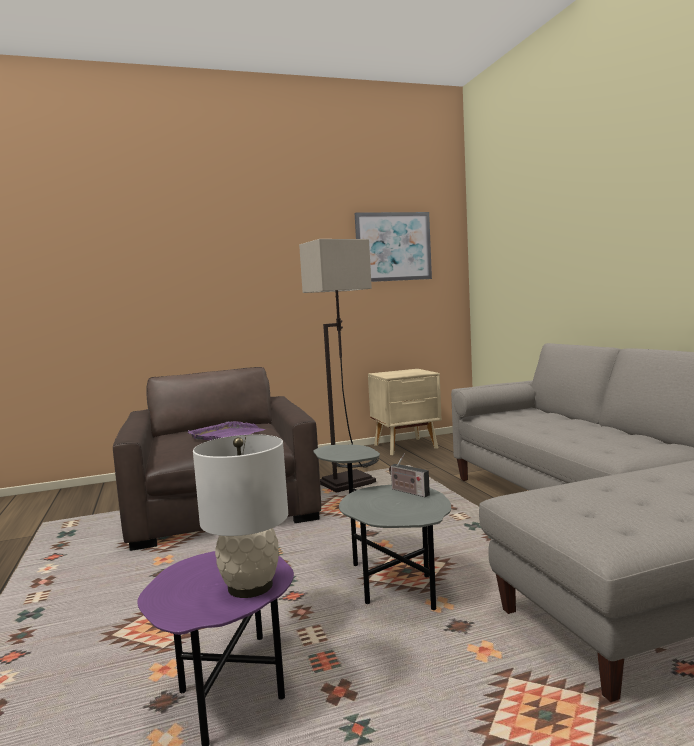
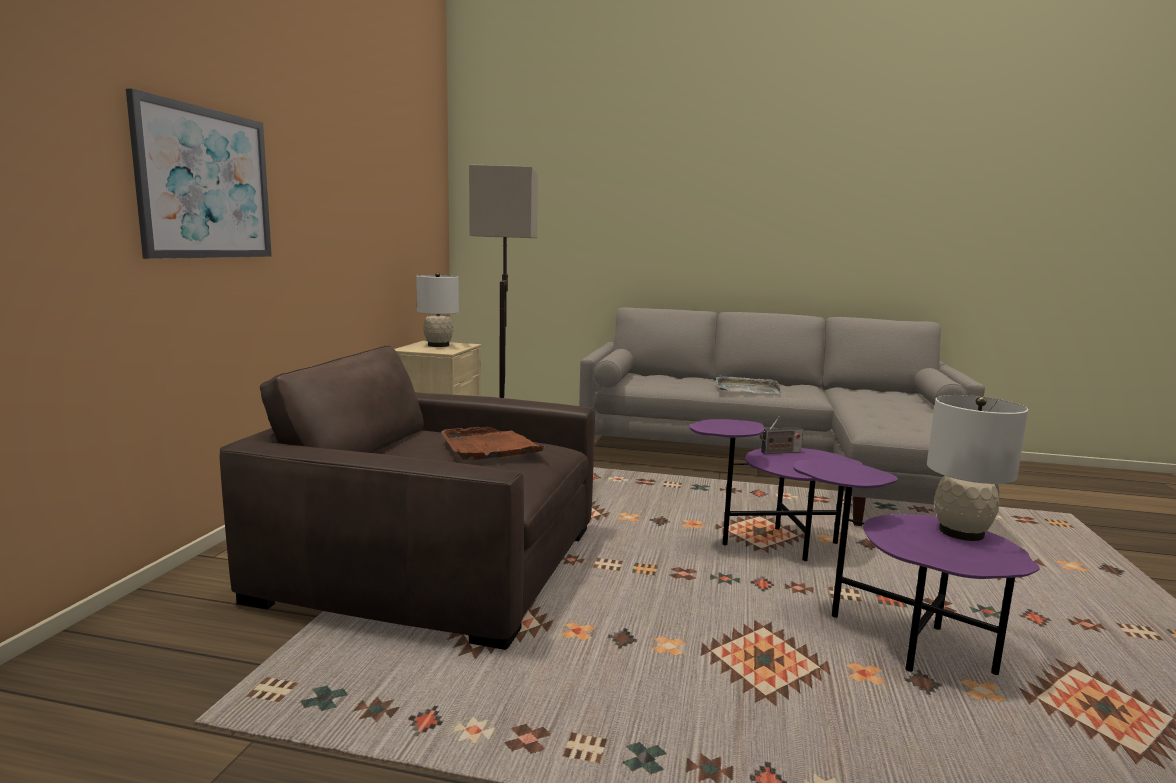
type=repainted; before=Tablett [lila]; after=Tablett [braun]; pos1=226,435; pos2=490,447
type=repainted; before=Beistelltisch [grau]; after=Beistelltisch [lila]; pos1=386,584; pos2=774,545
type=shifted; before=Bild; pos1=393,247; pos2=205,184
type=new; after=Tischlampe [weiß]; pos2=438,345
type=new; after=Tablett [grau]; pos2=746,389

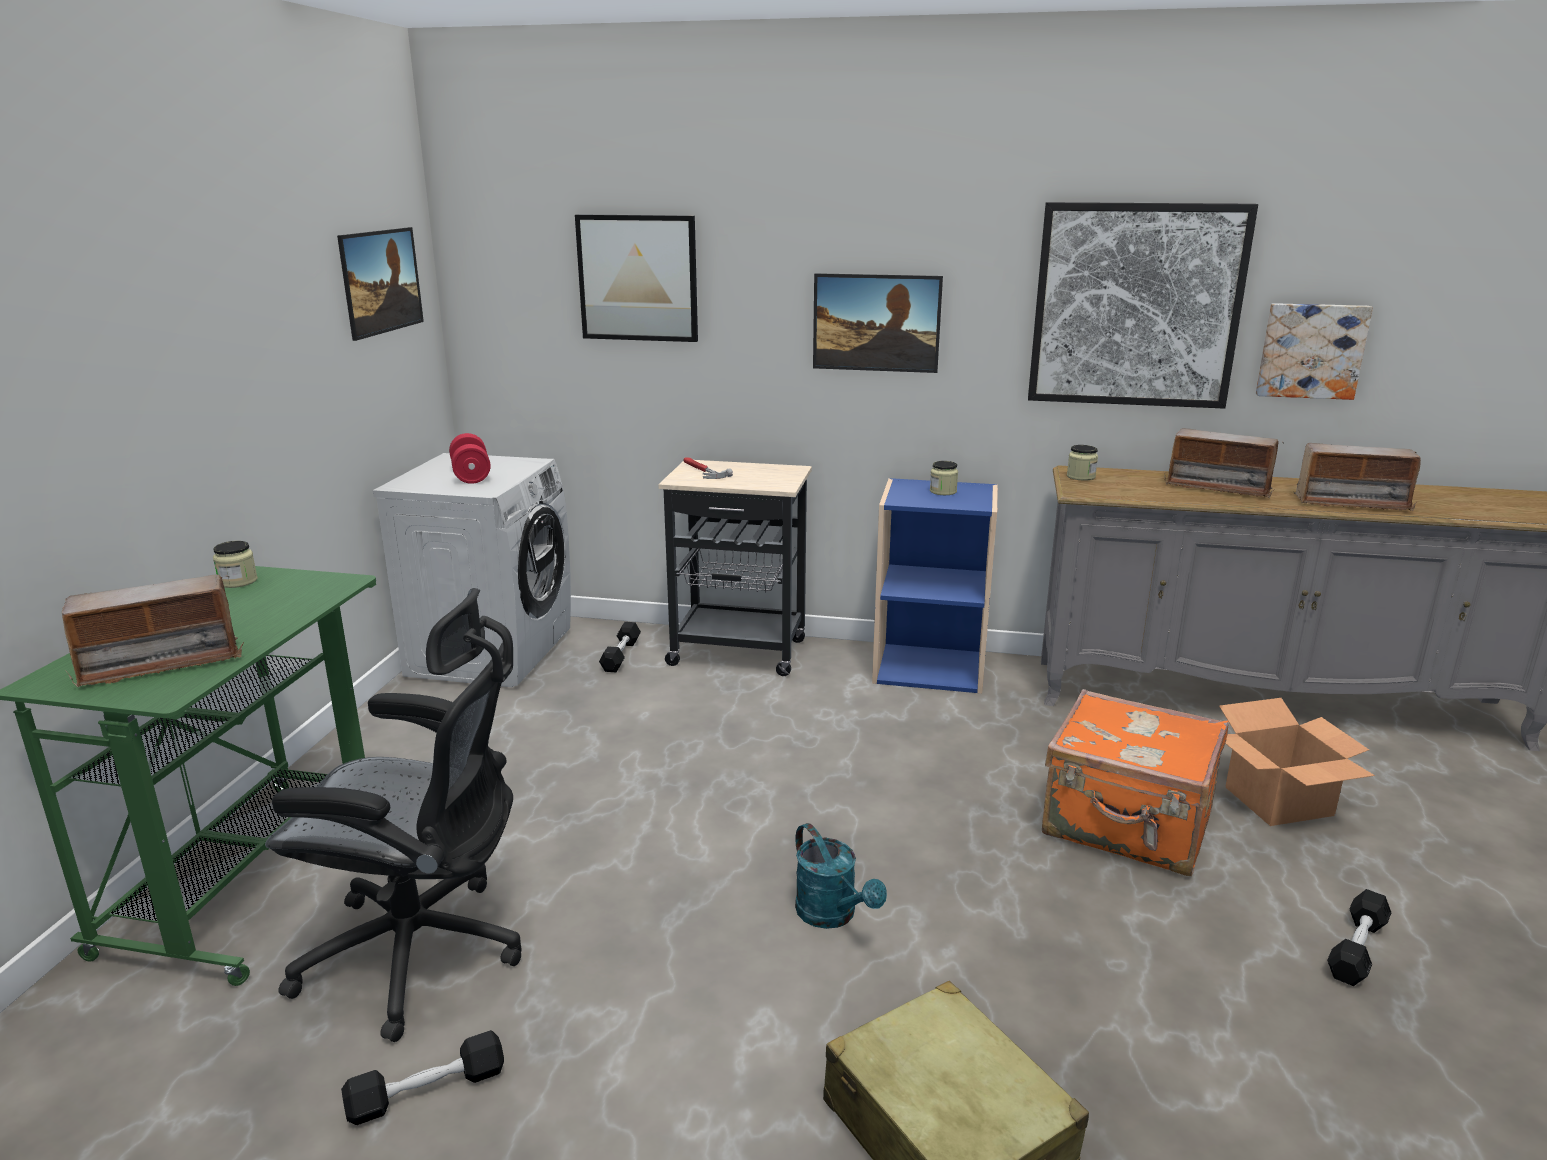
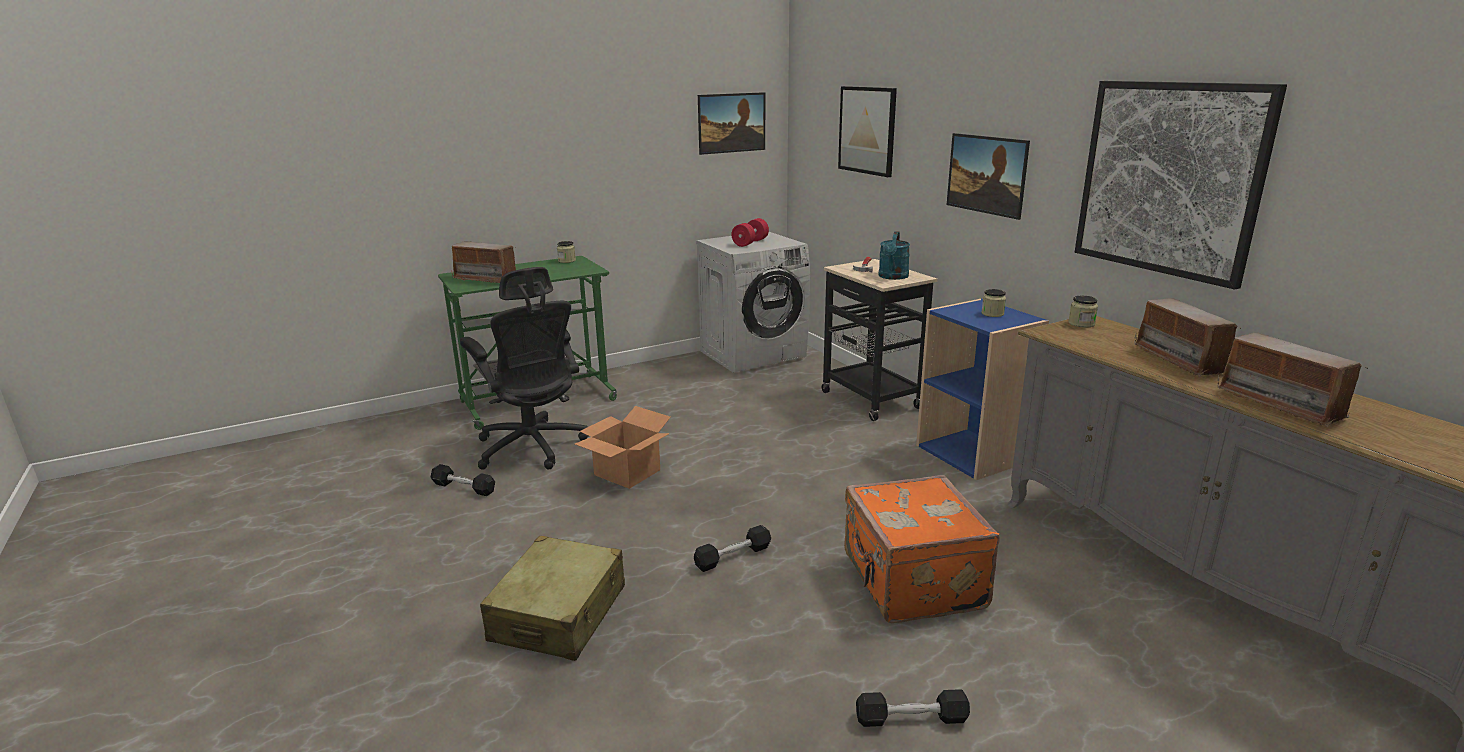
type=shifted; before=Hantel [schwarz]; pos1=621,655; pos2=733,556
type=shifted; before=Gießkanne [türkis]; pos1=833,915; pos2=892,277
type=shifted; before=Karton; pos1=1279,800; pos2=628,472
type=gone; before=Bild; pos1=1311,350

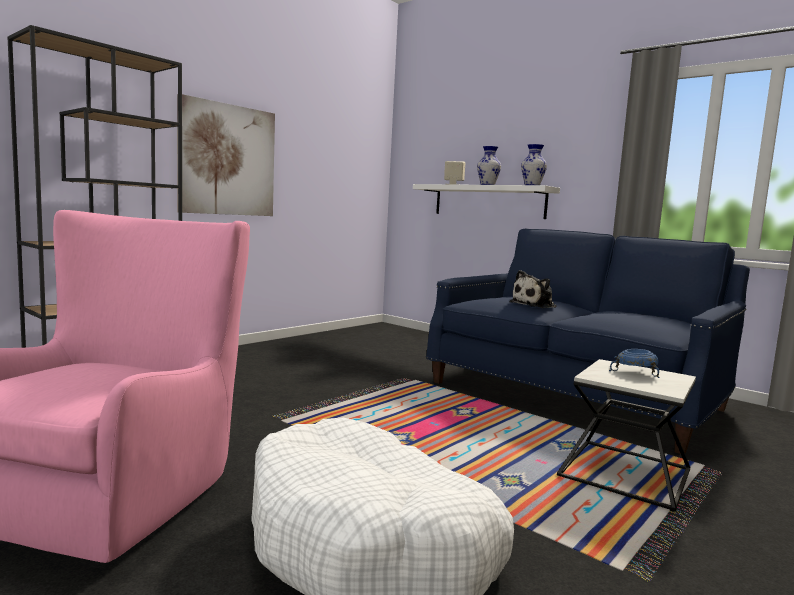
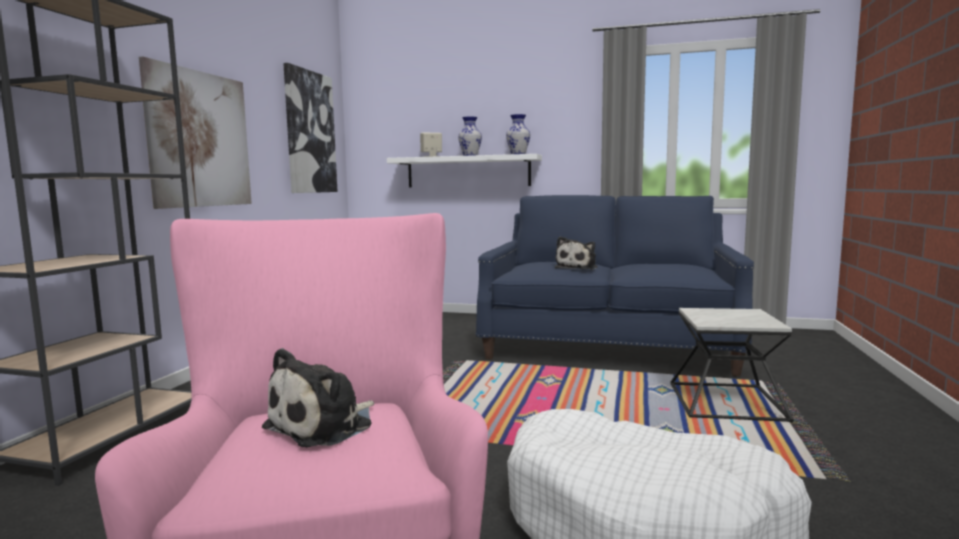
type=gone; before=Schüssel [blau]; pos1=636,373
type=new; after=Plüschtier; pos2=324,426
type=new; after=Bild; pos2=310,132

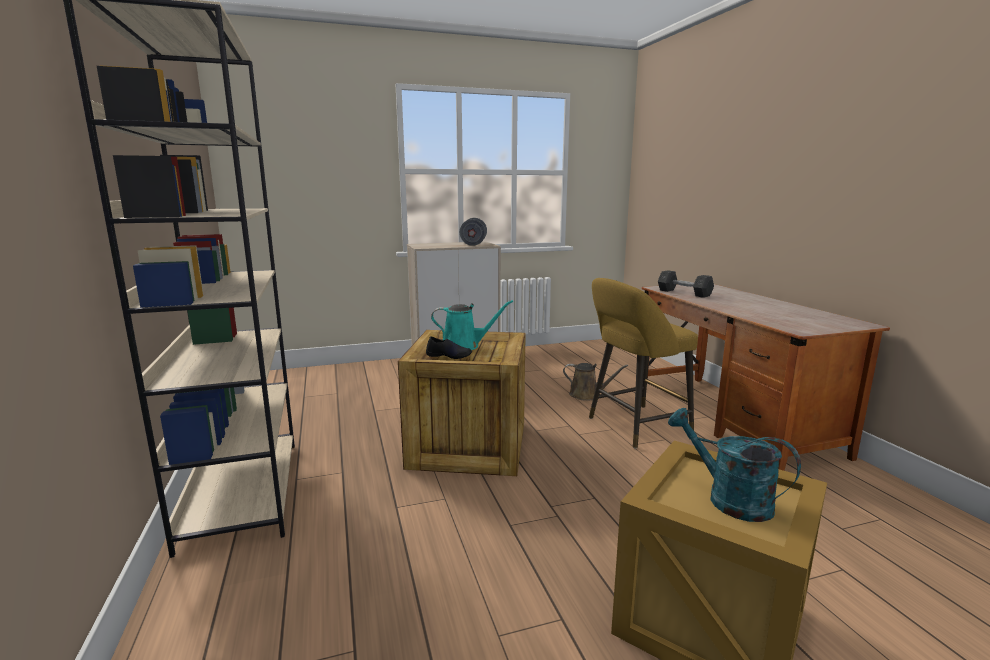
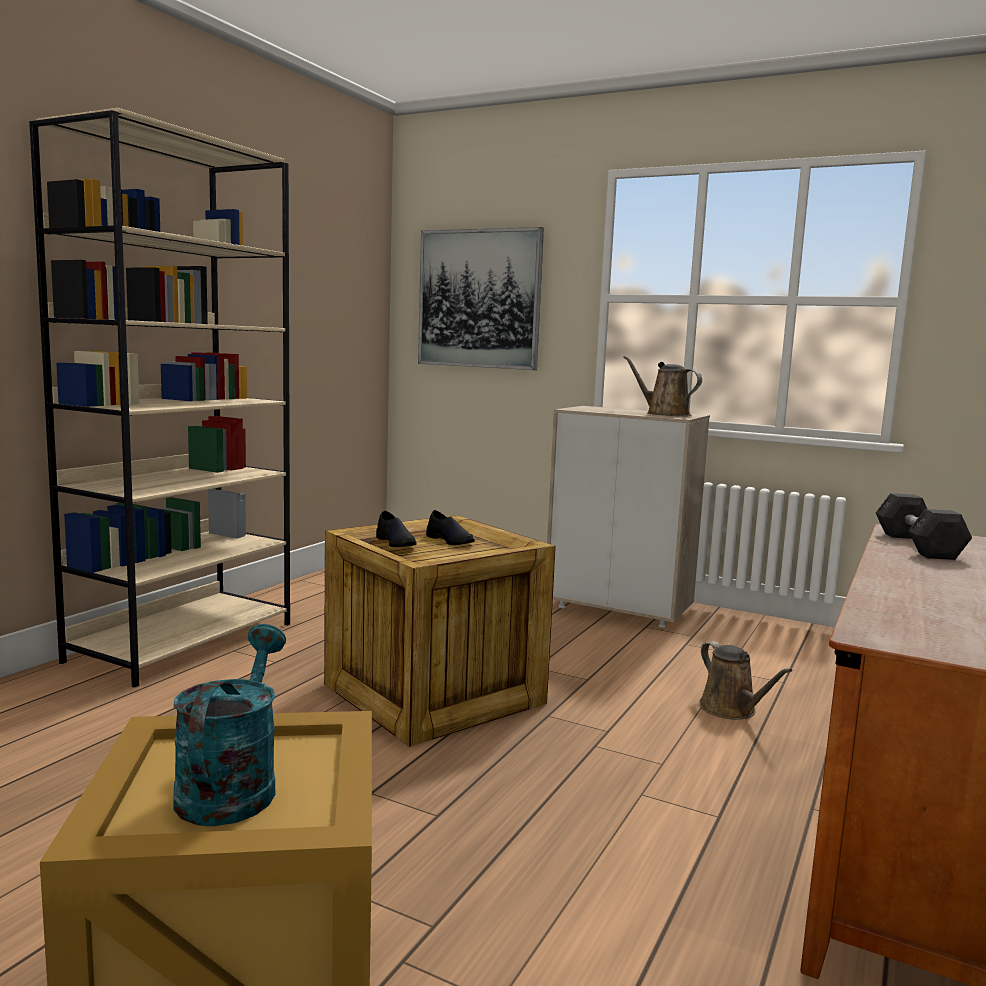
type=swapped; before=Gießkanne [türkis]; after=Schuh [schwarz]; pos1=464,346; pos2=450,541
type=swapped; before=Hantel [grau]; after=Gießkanne [braun]; pos1=473,244; pos2=664,414
type=gone; before=Hocker [gelb]; pos1=634,427
type=new; after=Bild; pos2=479,299

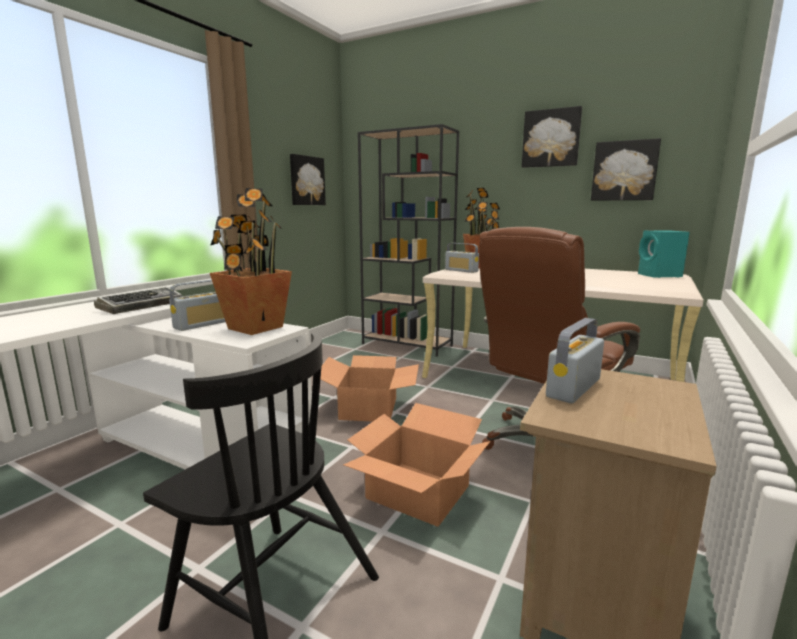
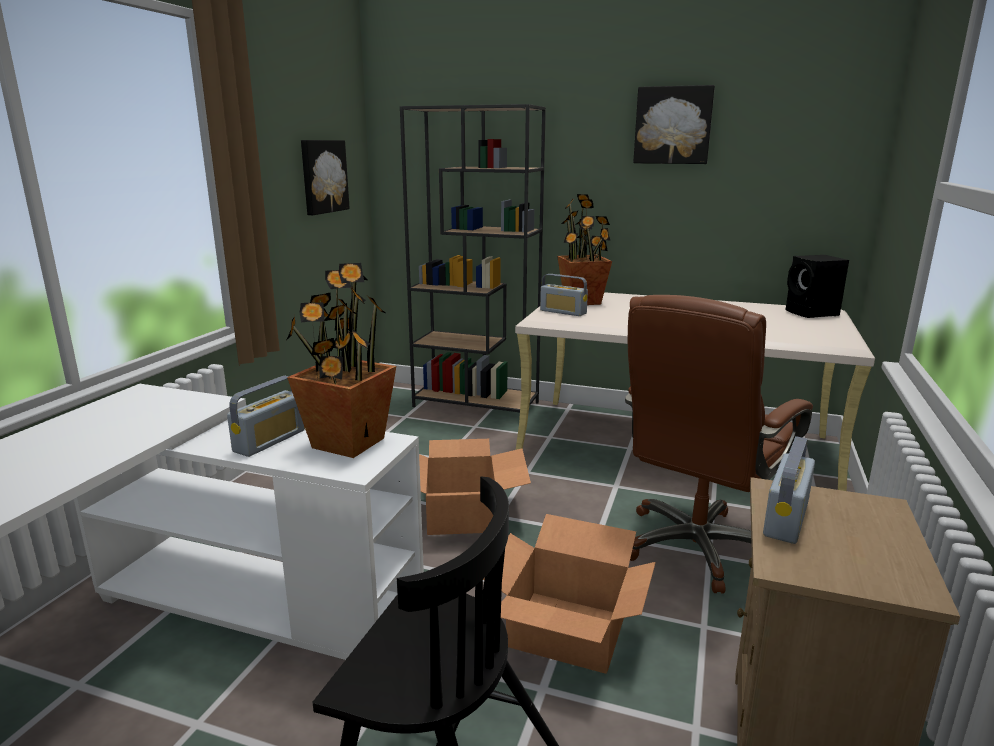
type=gone; before=Tastatur; pos1=142,306
type=gone; before=Bild; pos1=624,171
type=repainted; before=Lautsprecher [türkis]; after=Lautsprecher [schwarz]; pos1=659,275; pos2=812,313

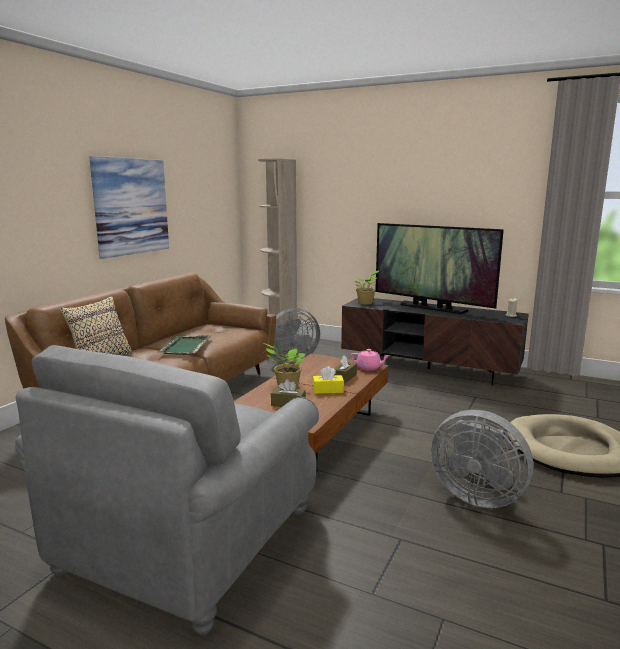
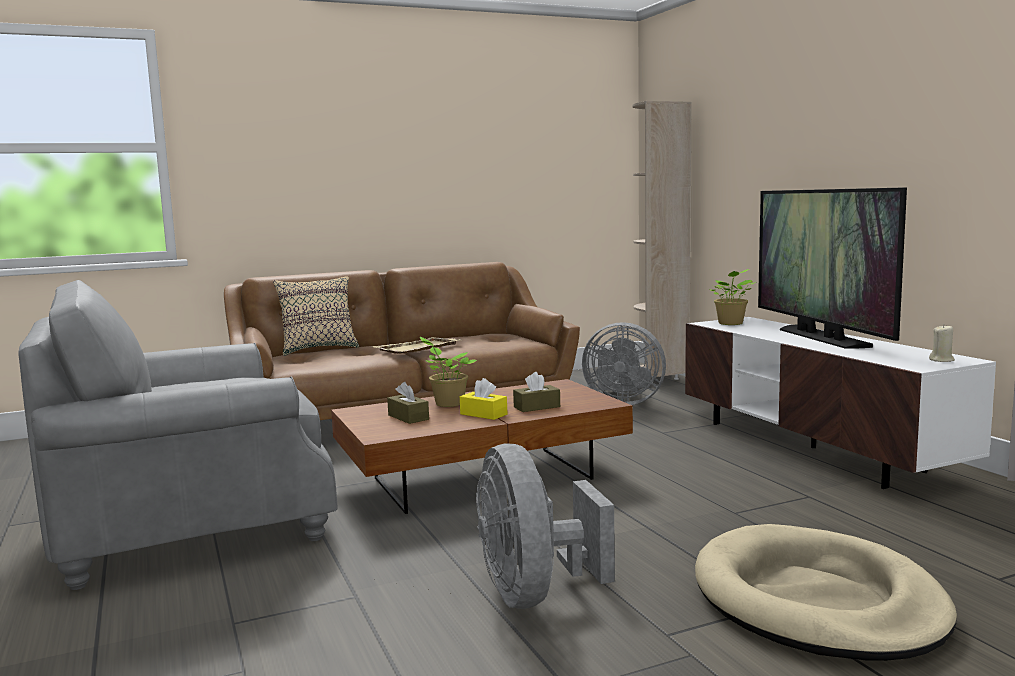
type=gone; before=Bild; pos1=131,206
type=repainted; before=Tablett [grün]; after=Tablett [beige]; pos1=185,347; pos2=417,348
type=repainted; before=Fernsehschrank [schwarz]; after=Fernsehschrank [weiß]; pos1=429,368; pos2=814,447
type=gone; before=Teekanne [rosa]; pos1=369,368

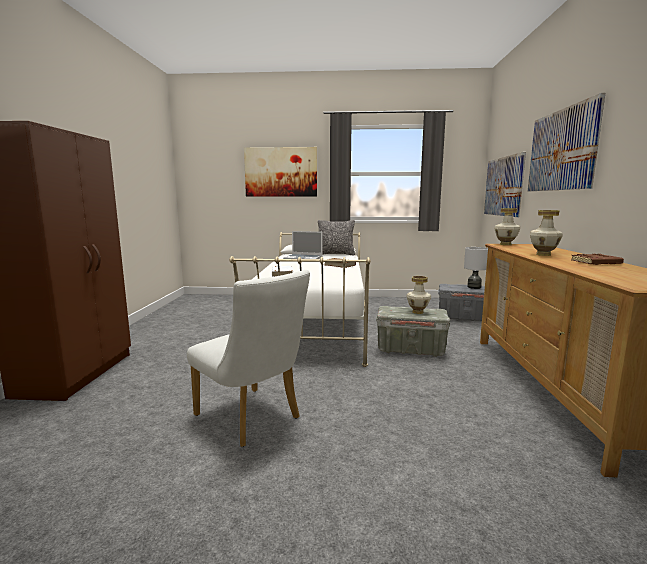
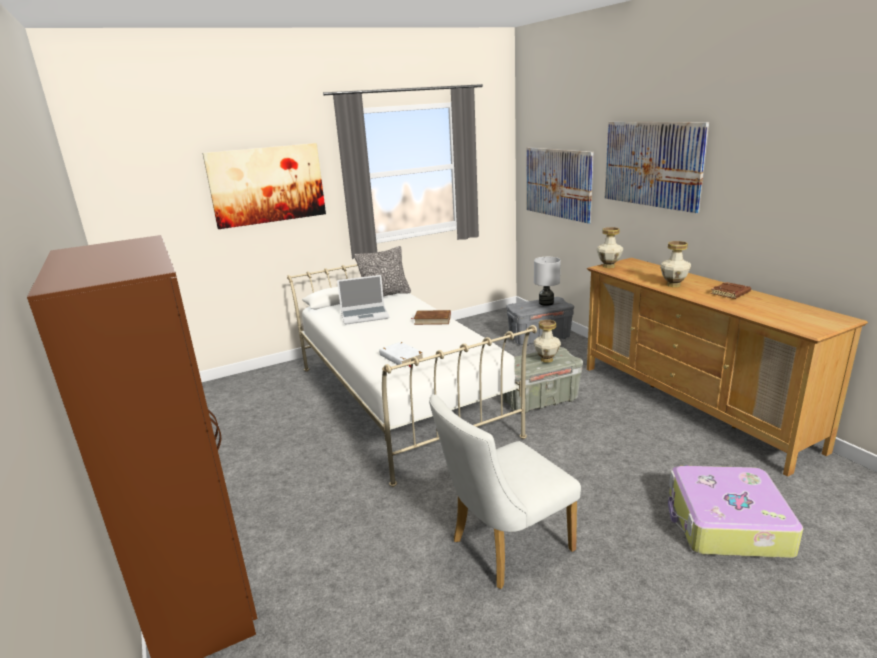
type=rotated; before=Stuhl [weiß]; pos1=252,419; pos2=504,548; turn=135
type=new; after=Koffer; pos2=726,524

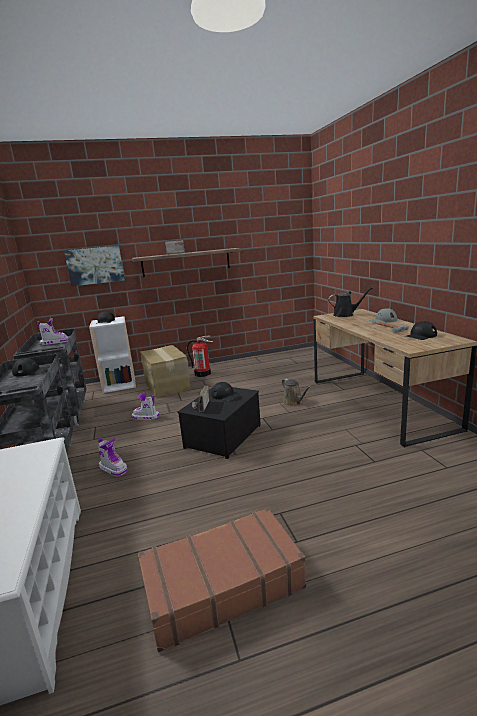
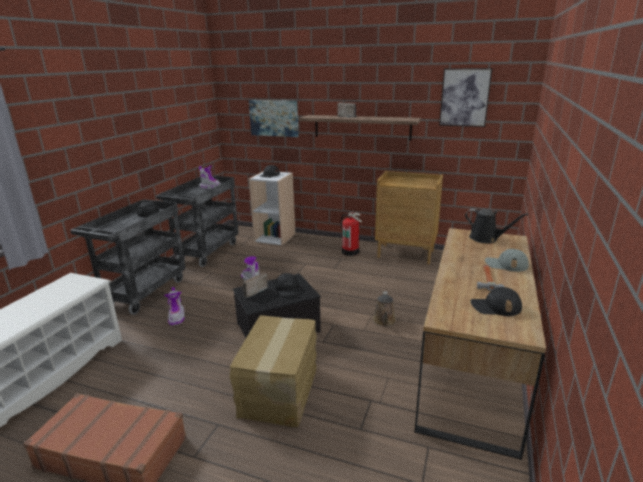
type=shifted; before=Karton; pos1=168,385; pos2=280,391
type=new; after=Schrank [braun]; pos2=406,254
type=new; after=Bild; pos2=464,97

